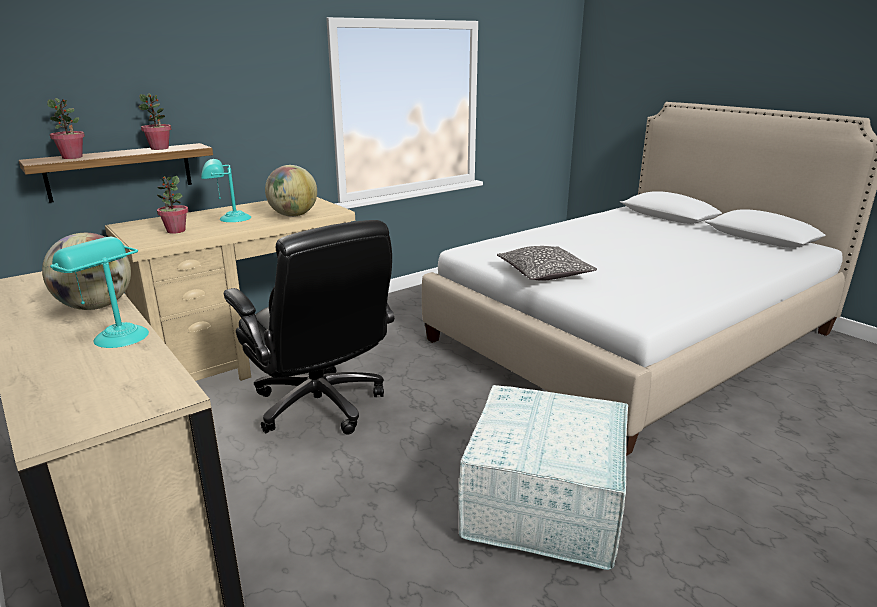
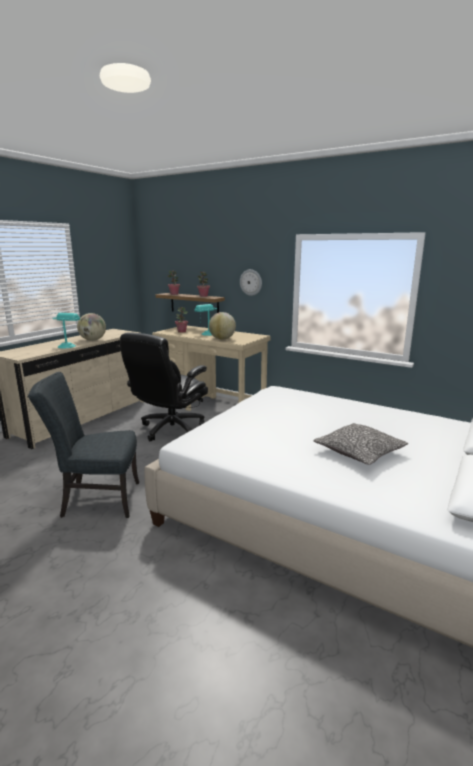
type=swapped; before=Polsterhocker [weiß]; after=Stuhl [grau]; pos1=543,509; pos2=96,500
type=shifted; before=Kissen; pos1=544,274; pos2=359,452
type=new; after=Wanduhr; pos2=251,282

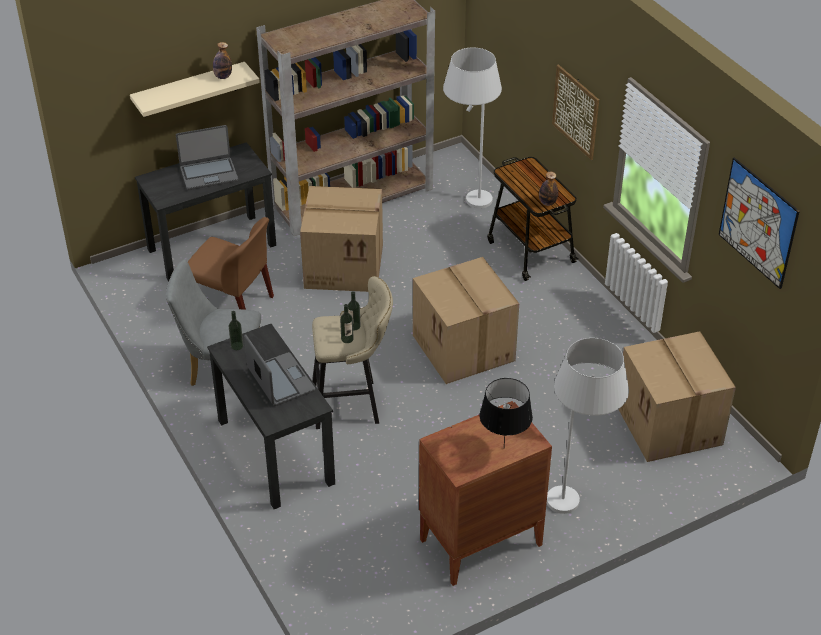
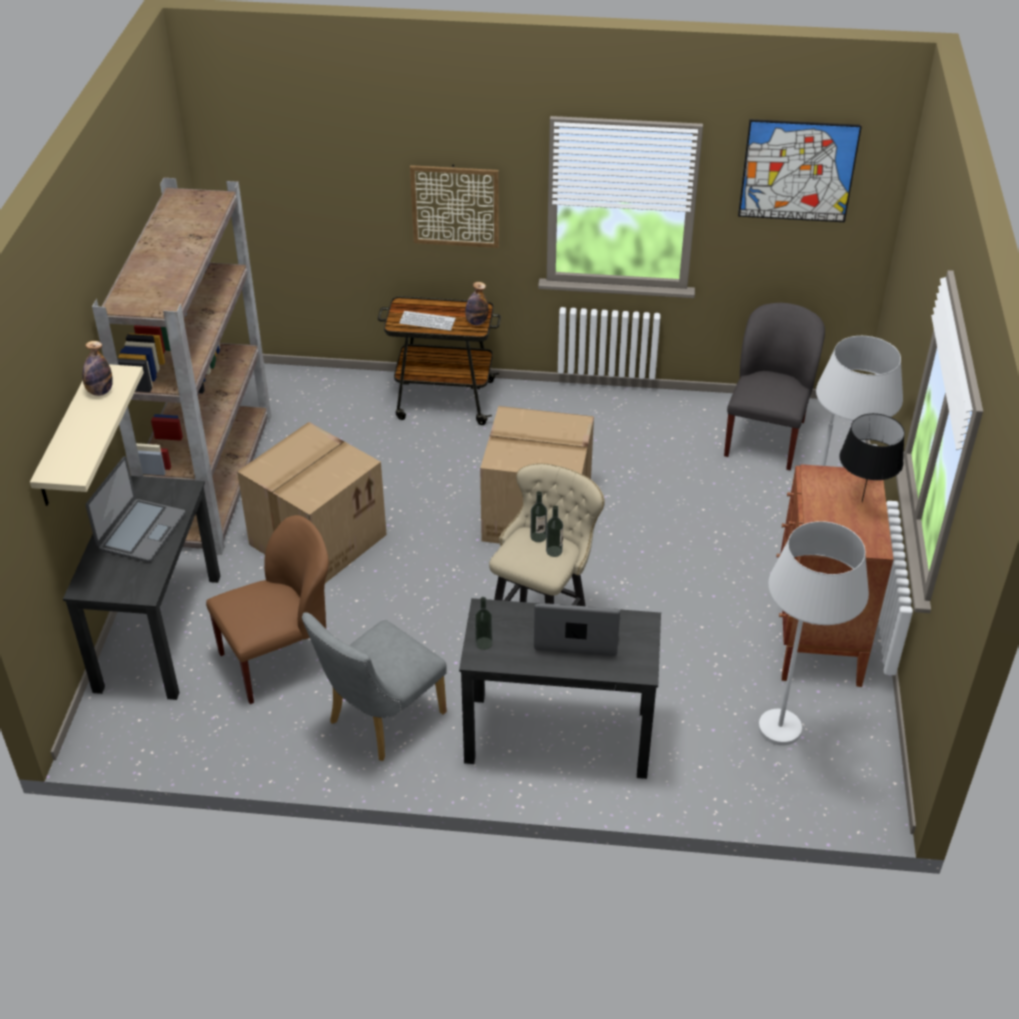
type=shifted; before=Stehlampe [weiß]; pos1=468,206; pos2=786,747
type=swapped; before=Karton; after=Stuhl [grau]; pos1=670,425; pos2=765,437
type=new; after=Tastatur; pos2=427,321

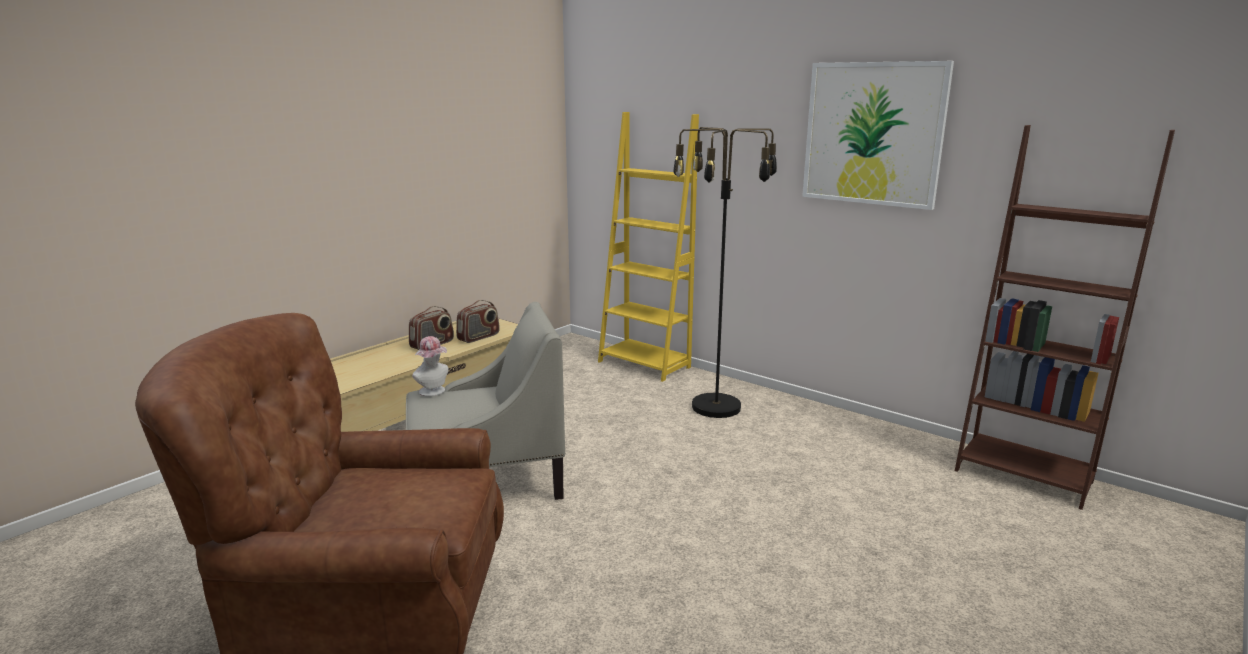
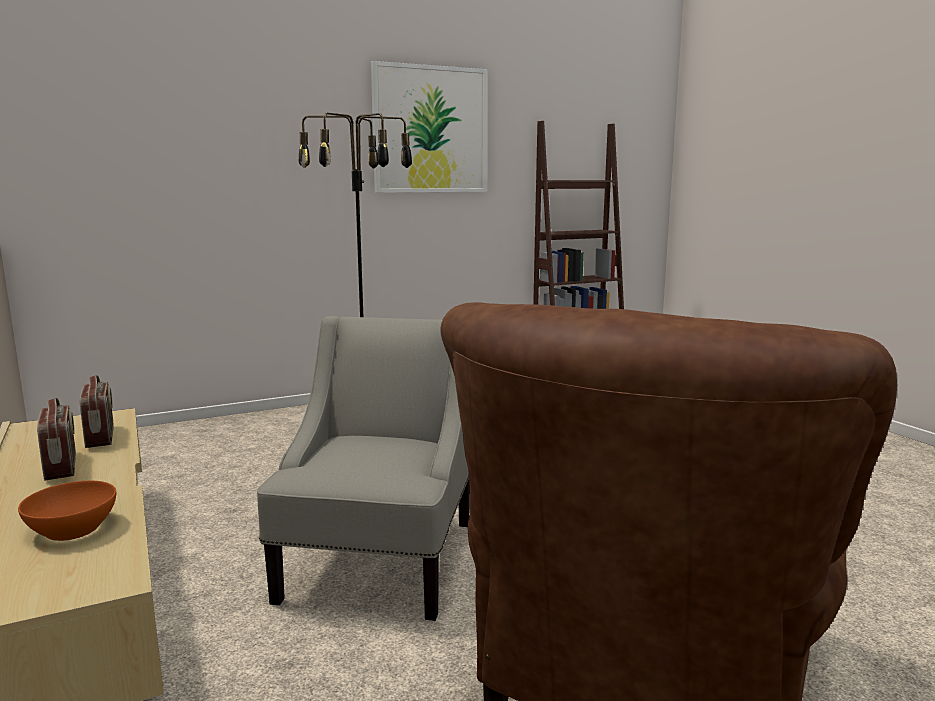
type=gone; before=Hut; pos1=434,392
type=gone; before=Bücherregal [gelb]; pos1=644,364
type=new; after=Schüssel [orange]; pos2=73,529

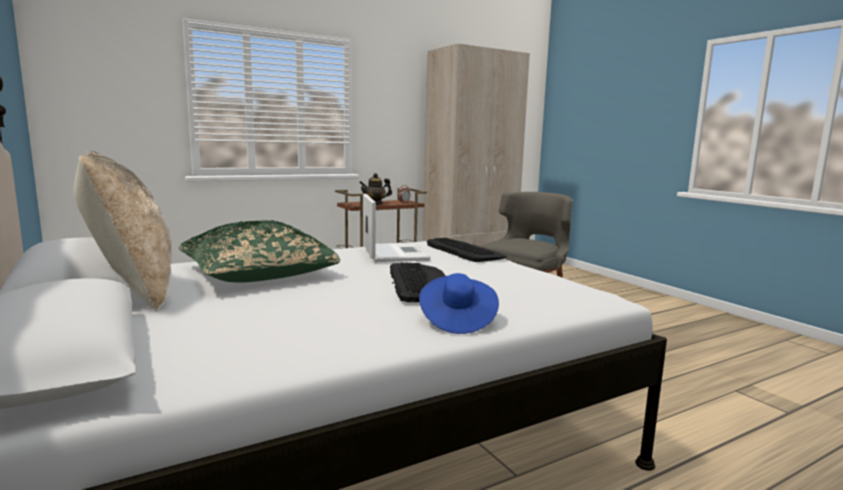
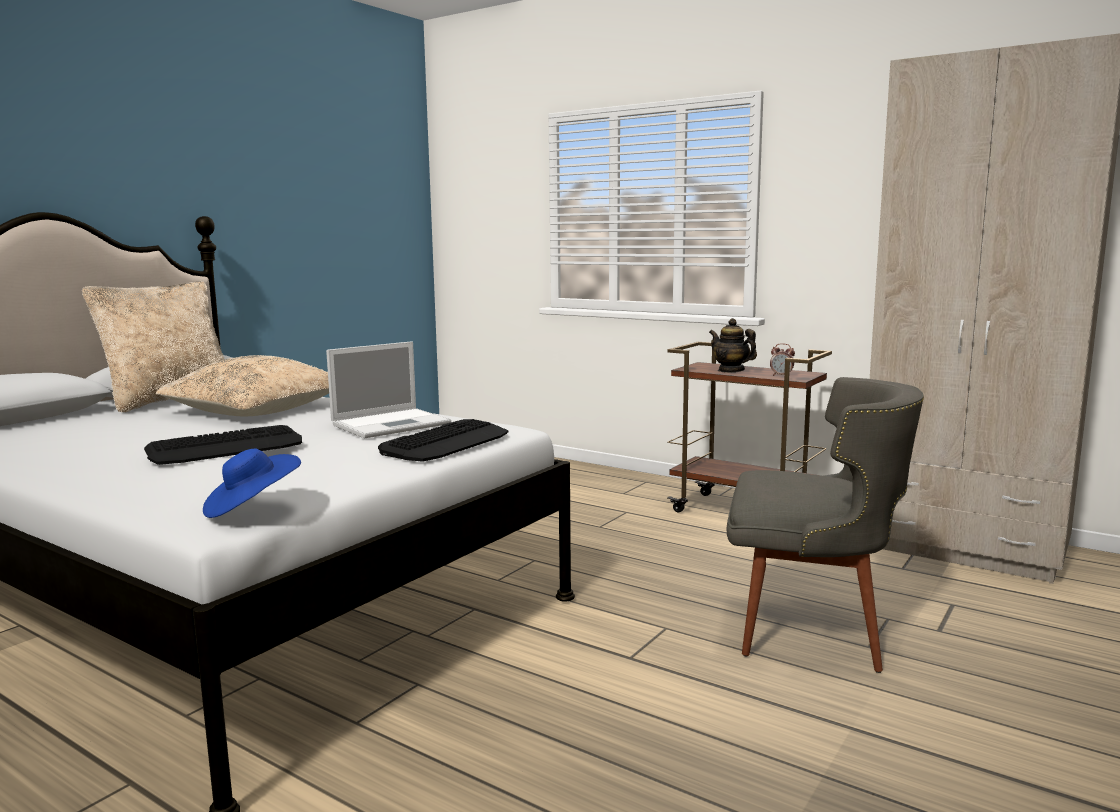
type=repainted; before=Kissen [grün]; after=Kissen [beige]; pos1=258,273; pos2=256,409
type=shifted; before=Hut [blau]; pos1=457,320; pos2=251,507

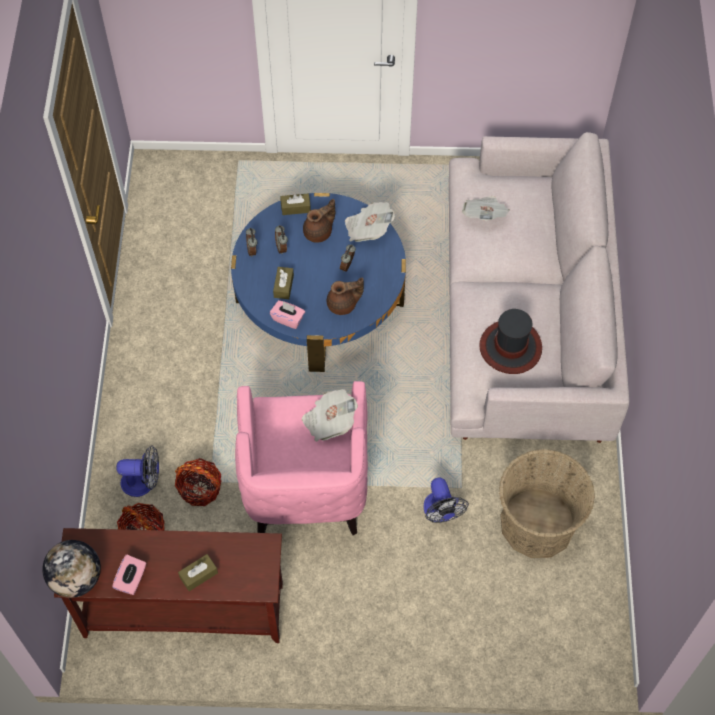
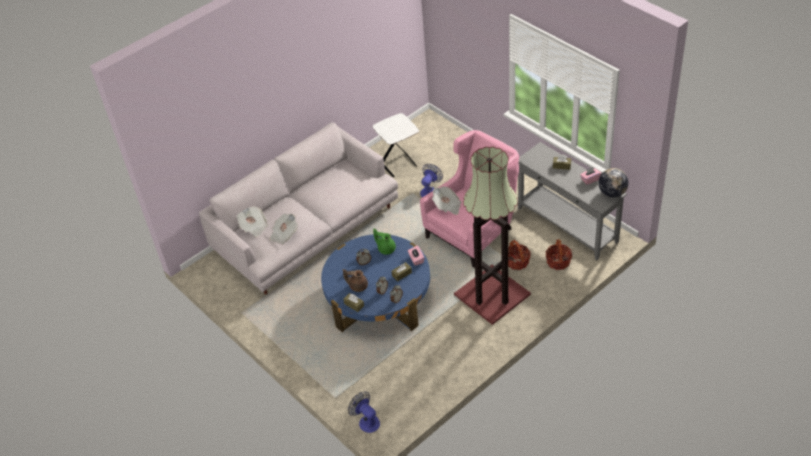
type=repainted; before=Konsolentisch [braun]; after=Konsolentisch [grau]; pos1=183,610; pos2=568,225
type=shifted; before=Ventilator; pos1=143,482; pos2=366,421
type=repainted; before=Teekanne [braun]; after=Teekanne [grün]; pos1=343,304; pos2=386,249
type=shifted; before=Zeitung; pos1=368,229; pos2=253,227
type=gone; before=Hut; pos1=511,347
type=swapped; before=Korb; after=Beistelltisch [weiß]; pos1=537,523; pos2=399,165
type=new; after=Stehlampe; pos2=492,295

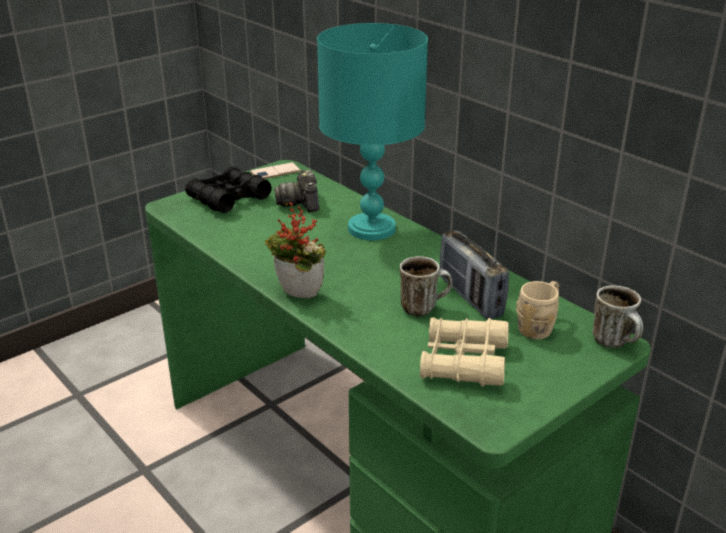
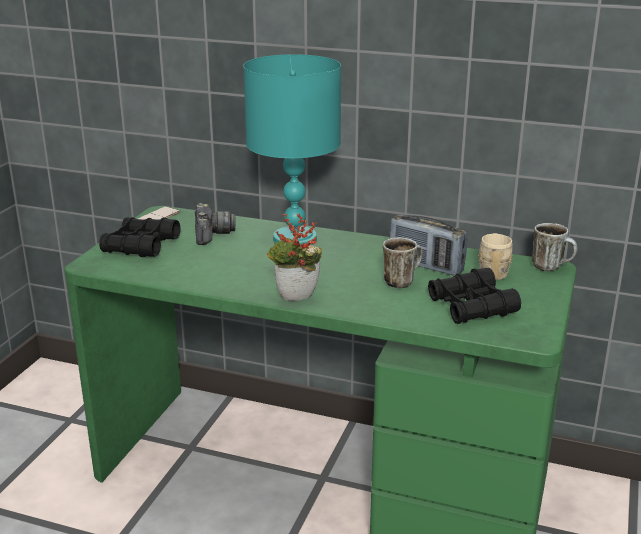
type=rotated; before=Kamera; pos1=300,203; pos2=211,235; turn=-150
type=repainted; before=Fernglas [beige]; after=Fernglas [schwarz]; pos1=463,362; pos2=471,306

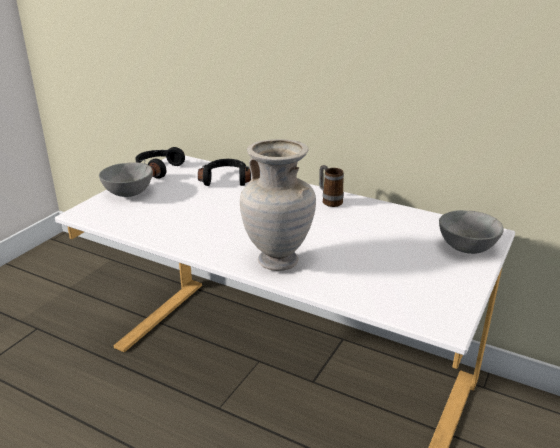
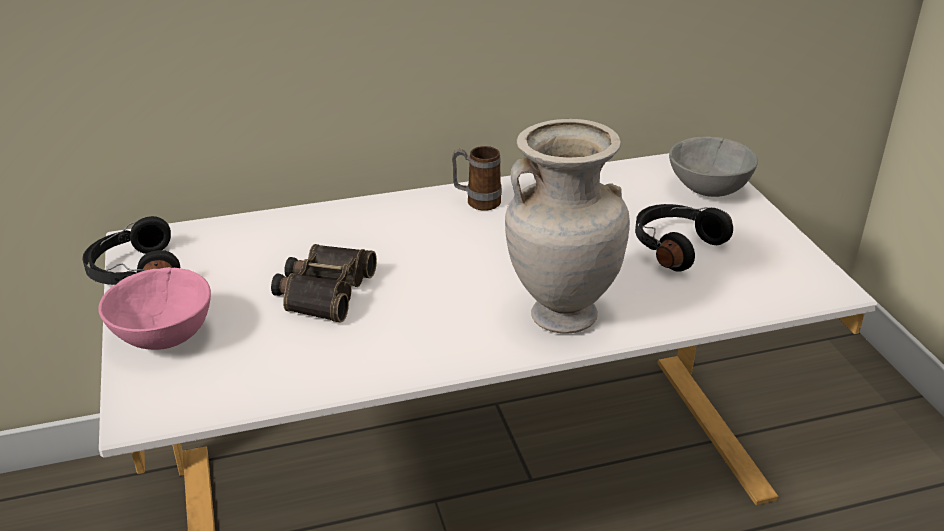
type=repainted; before=Schüssel [grau]; after=Schüssel [rosa]; pos1=128,193; pos2=162,338
type=shifted; before=Kopfhörer [schwarz]; pos1=226,179; pos2=674,246
type=new; after=Fernglas; pos2=323,291

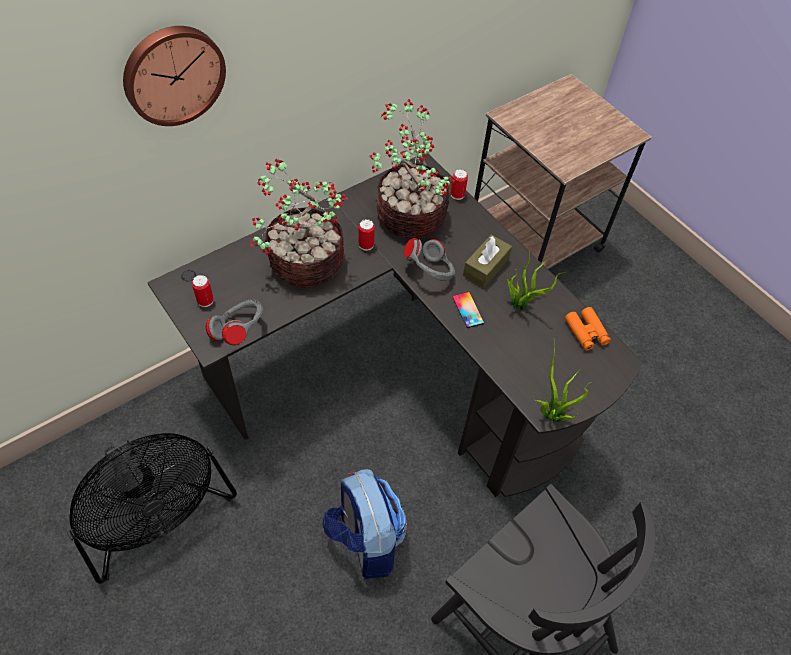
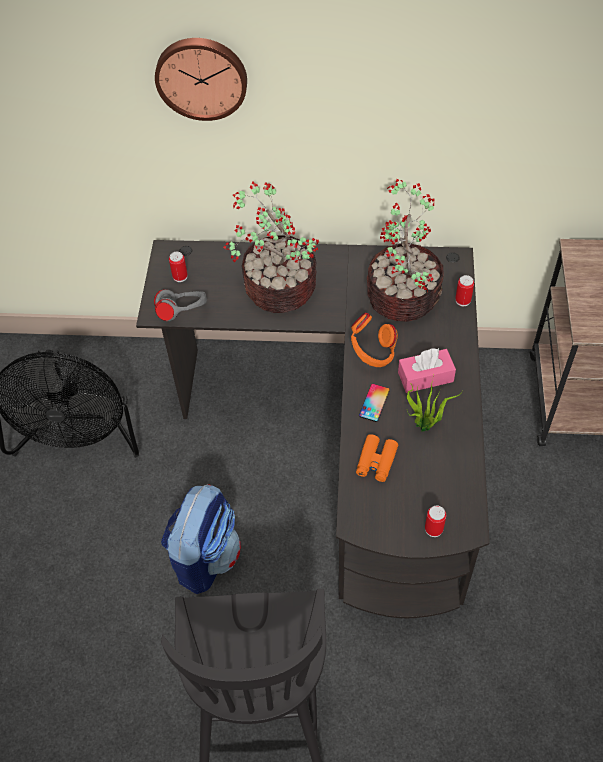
type=shifted; before=Dose; pos1=366,245; pos2=433,529
type=repainted; before=Kopfhörer [grau]; after=Kopfhörer [orange]; pos1=430,272; pos2=372,353
type=repainted; before=Taschentuchbox [braun]; after=Taschentuchbox [rosa]; pos1=486,267; pos2=425,377
type=gone; before=Topfpflanze; pos1=551,415
type=shifted; before=Fernglas [orange]; pos1=586,332; pos2=376,461

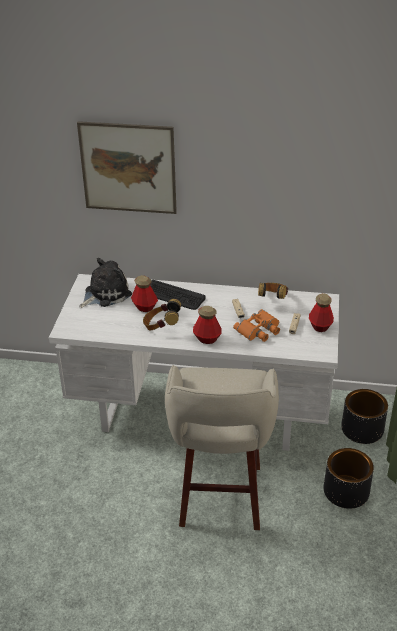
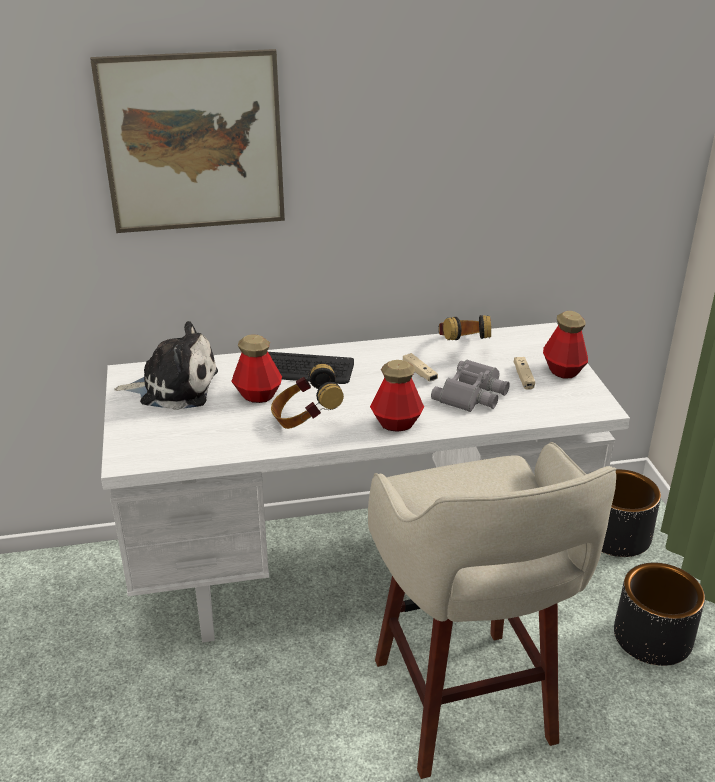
type=rotated; before=Plüschtier; pos1=105,294; pos2=174,387; turn=60
type=repainted; before=Fernglas [orange]; after=Fernglas [grau]; pos1=259,330; pos2=473,393

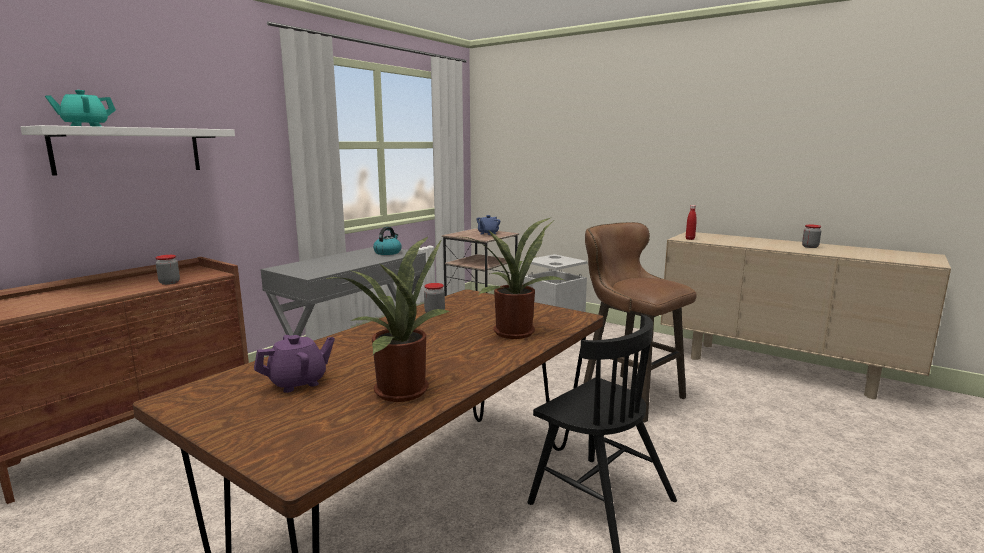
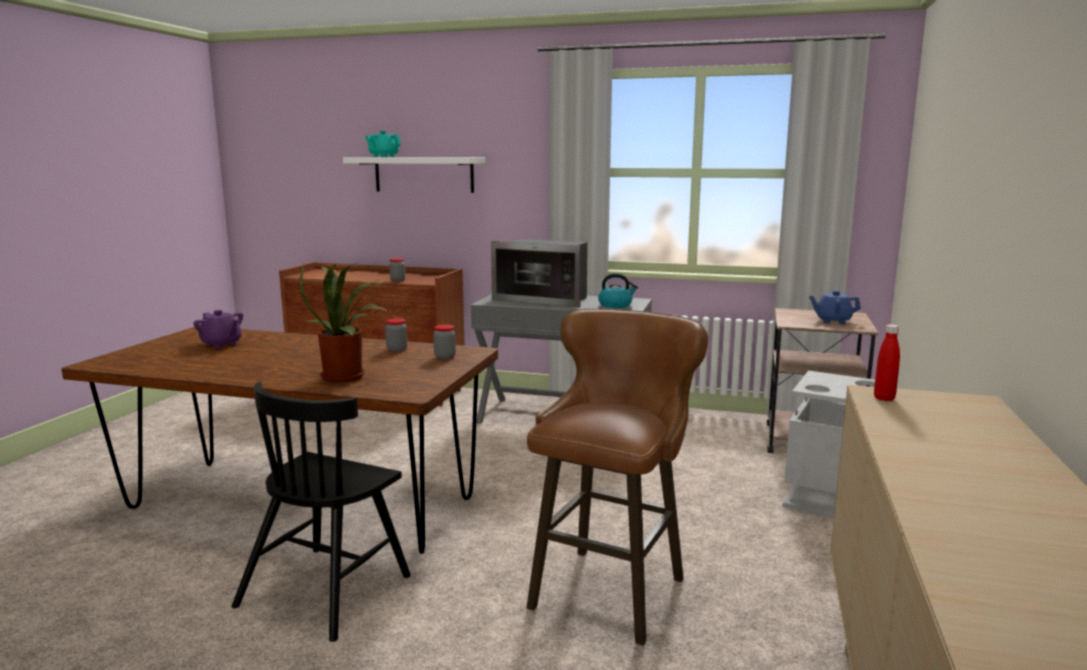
type=gone; before=Topfpflanze; pos1=397,389
type=shifted; before=Vorratsglas; pos1=810,247; pos2=445,356
type=new; after=Mikrowelle; pos2=544,299

